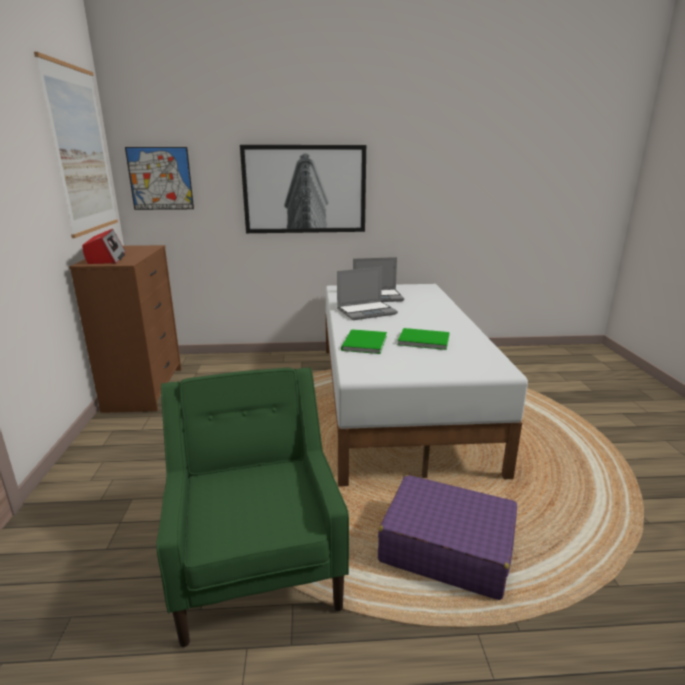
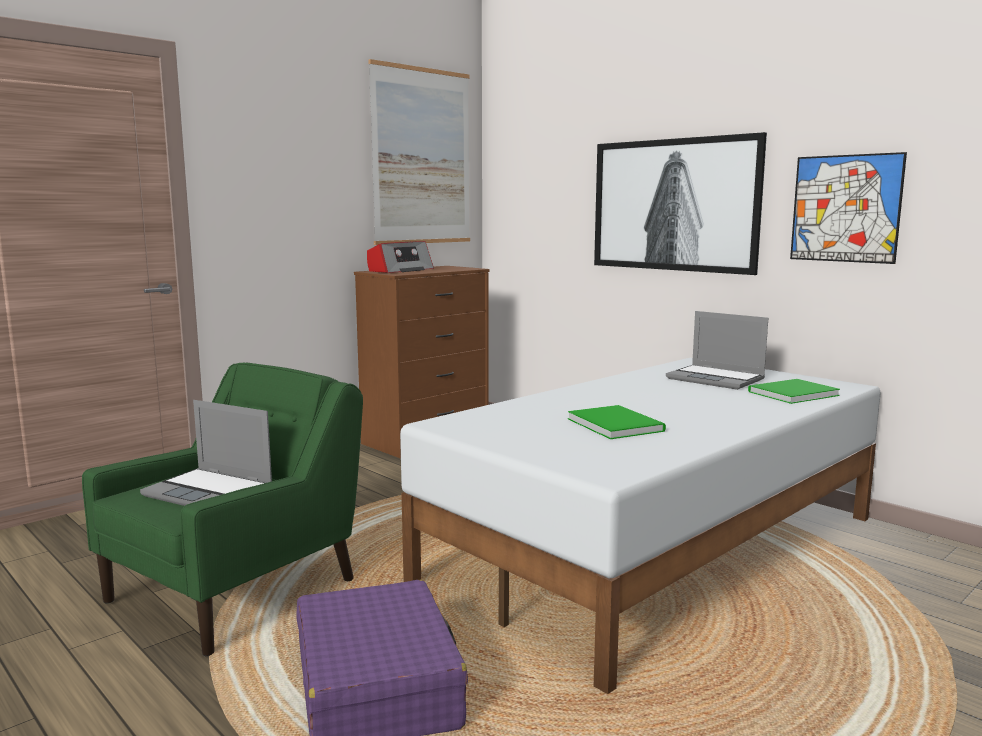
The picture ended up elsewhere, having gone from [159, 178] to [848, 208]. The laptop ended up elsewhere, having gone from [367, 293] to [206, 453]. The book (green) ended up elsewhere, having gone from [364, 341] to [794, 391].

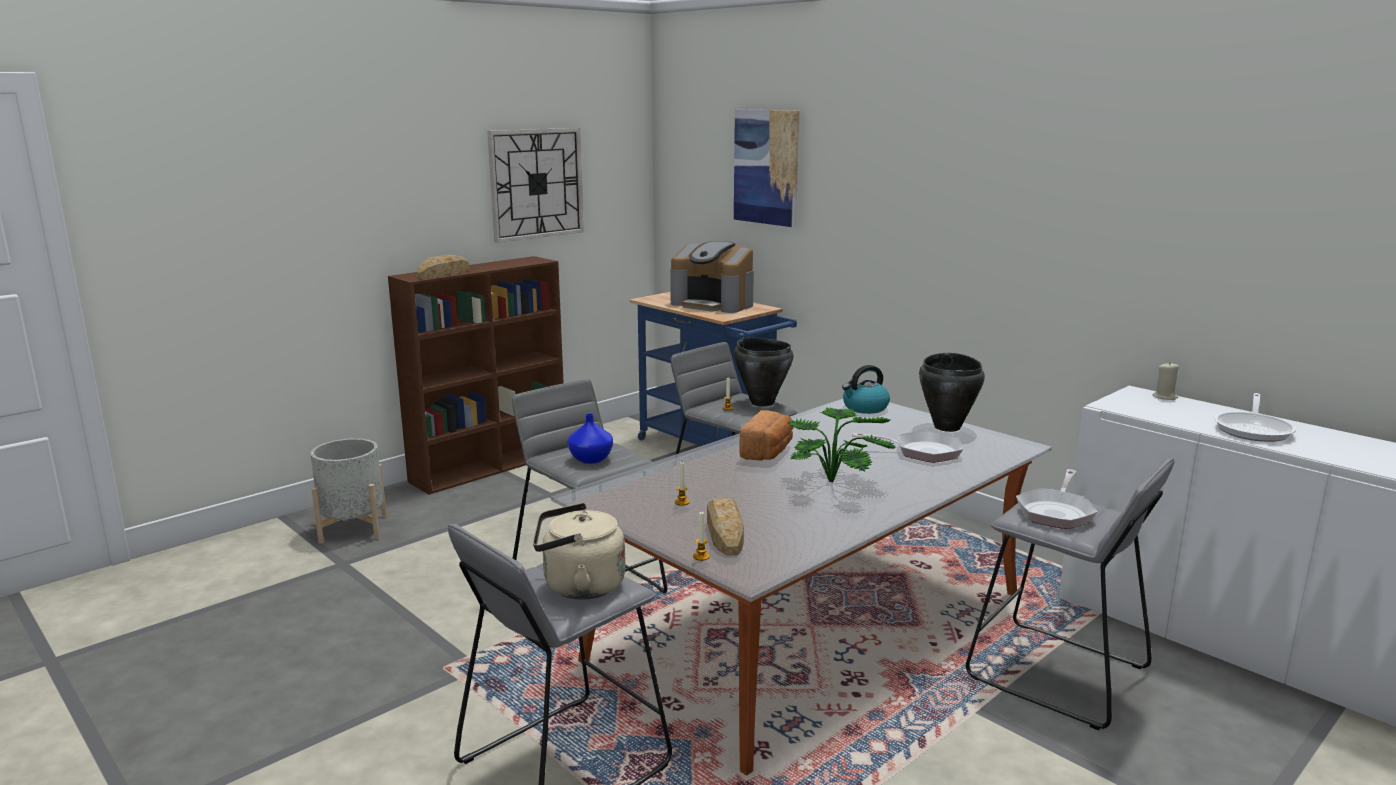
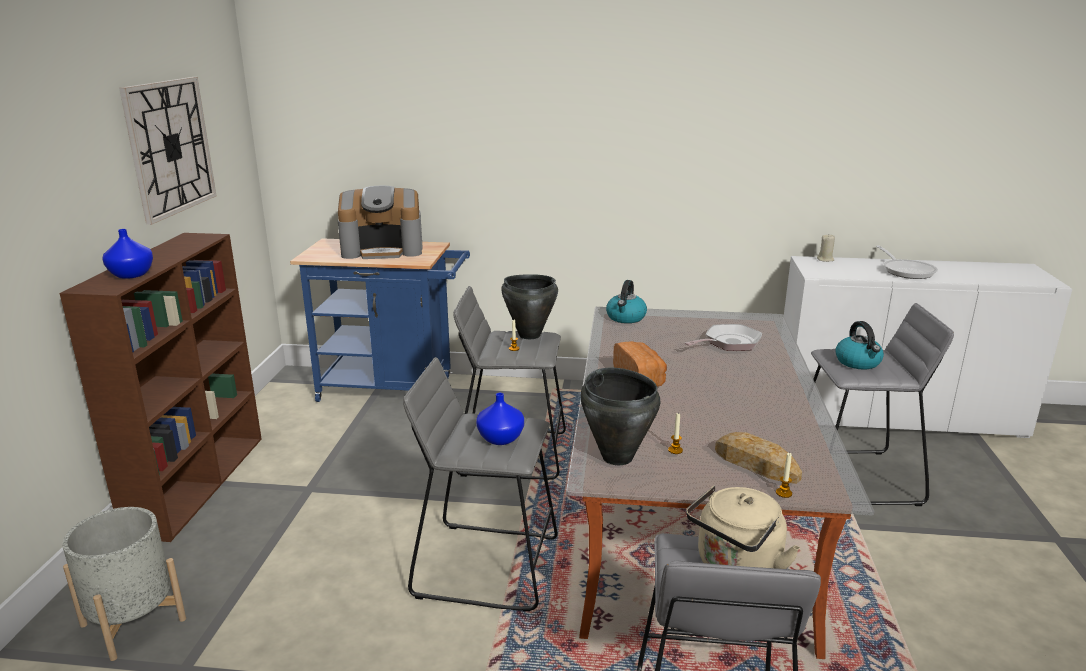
The second view lost the picture at [767, 168]. The second view lost the potted plant at [842, 445]. The cooking pot (black) ended up elsewhere, having gone from [952, 392] to [620, 416]. Where the bread stood at [442, 266], the vase (blue) came to stand at [127, 254]. Where the frying pan stood at [1056, 499], the kettle came to stand at [859, 345].

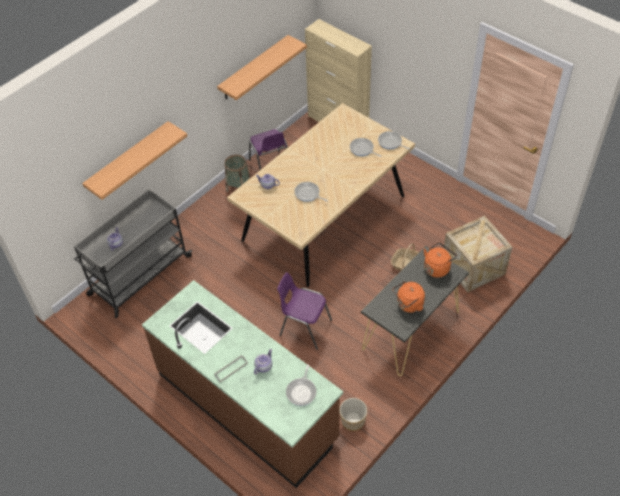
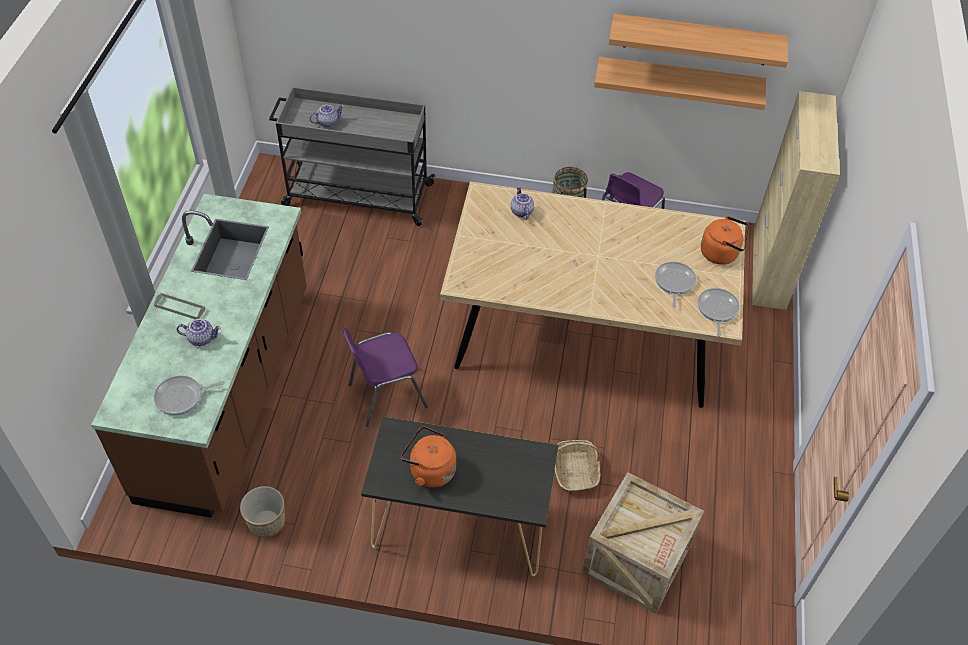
The second view lost the frying pan at [311, 192]. The shelf ended up elsewhere, having gone from [134, 160] to [698, 40]. The kettle (orange) ended up elsewhere, having gone from [440, 260] to [725, 240]. The chair (purple) at [304, 311] ended up facing another way, 105 degrees counterclockwise from before.

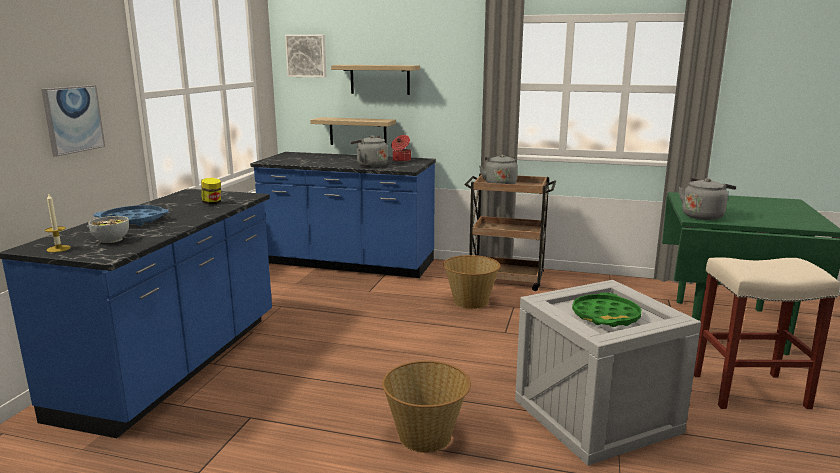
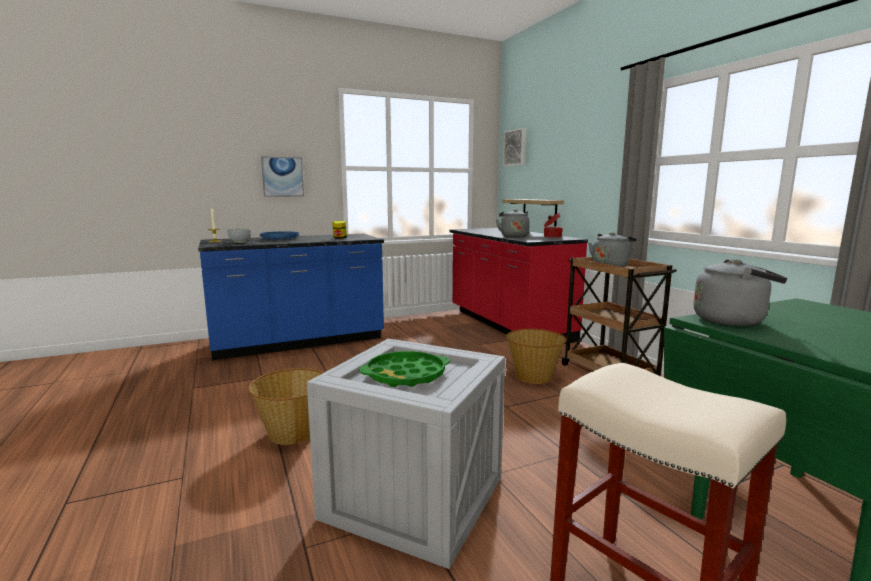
The second view lost the shelf at [375, 80]. What was the counter (blue) at [343, 215] turned into the counter (red) at [518, 286].

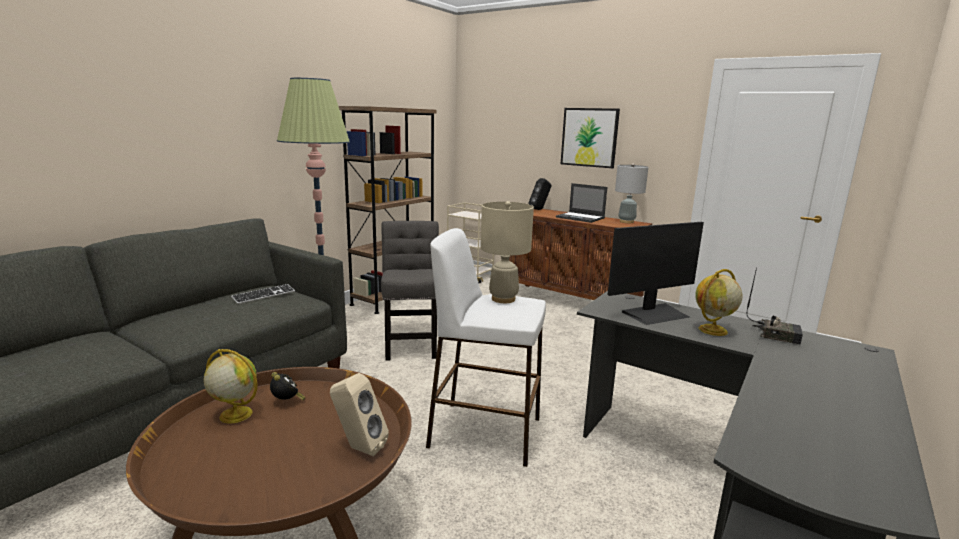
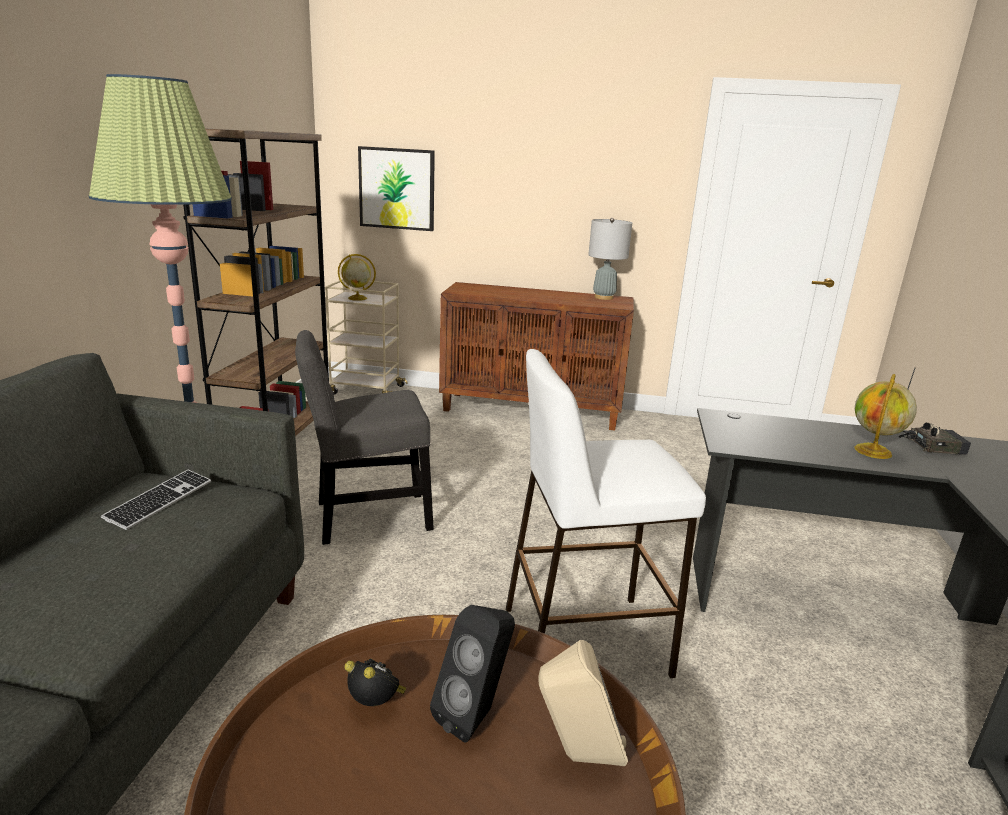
The second view lost the table lamp (beige) at [507, 252]. The second view lost the laptop at [581, 203]. The second view lost the monitor at [656, 273]. The globe ended up elsewhere, having gone from [230, 386] to [357, 277]. The speaker (black) ended up elsewhere, having gone from [539, 194] to [472, 674]. The picture ended up elsewhere, having gone from [590, 138] to [396, 188]. The chair (grey) at [410, 290] ended up facing another way, 75 degrees counterclockwise from before.

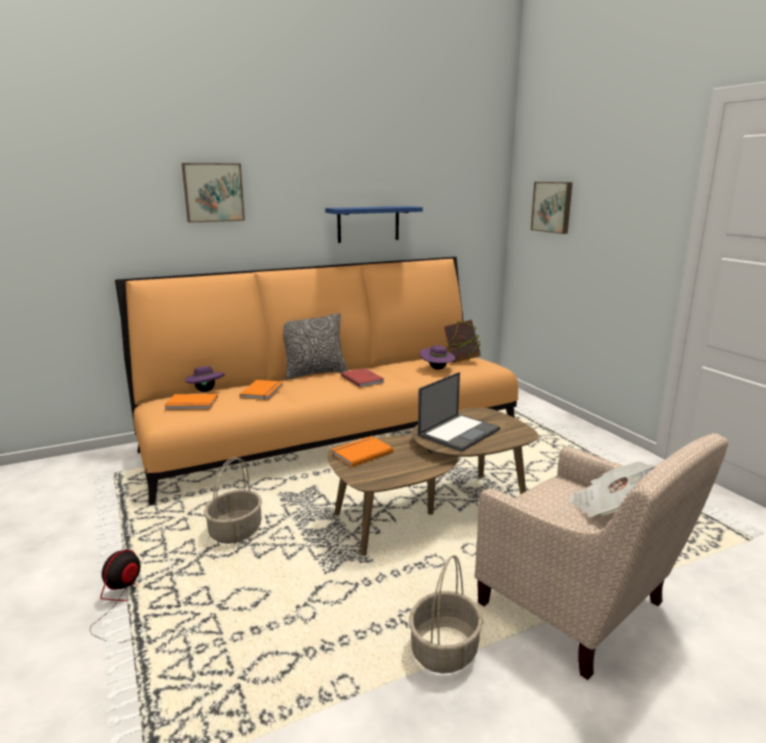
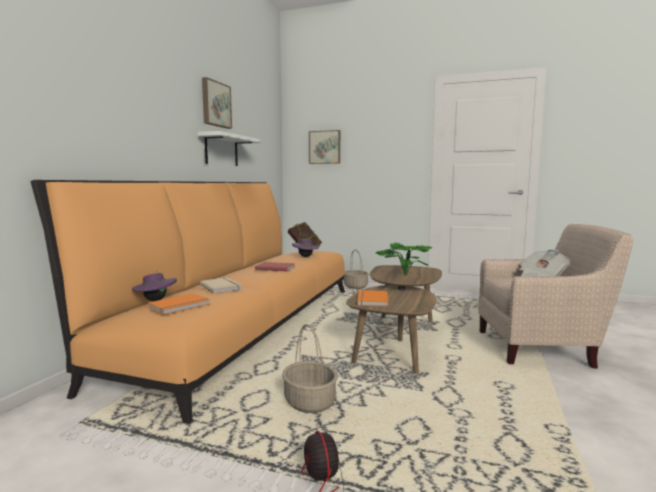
The second view lost the pillow at [315, 346]. The picture ended up elsewhere, having gone from [213, 193] to [217, 103]. The basket ended up elsewhere, having gone from [446, 614] to [356, 269]. Where the laptop stood at [459, 412], the potted plant came to stand at [404, 258]. What was the book (orange) at [261, 390] turned into the book (beige) at [221, 285]. What was the shelf (blue) at [374, 224] turned into the shelf (white) at [229, 148].

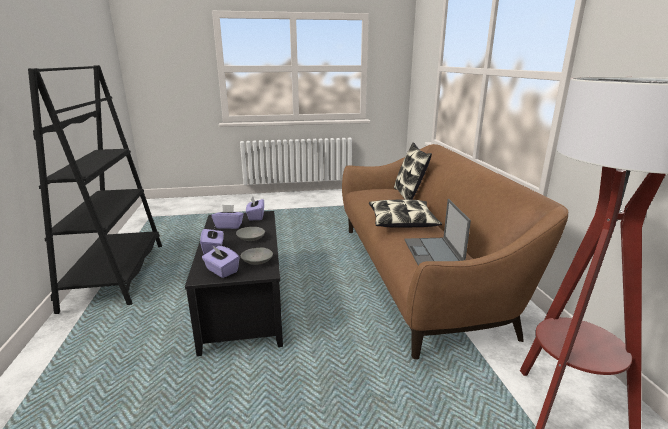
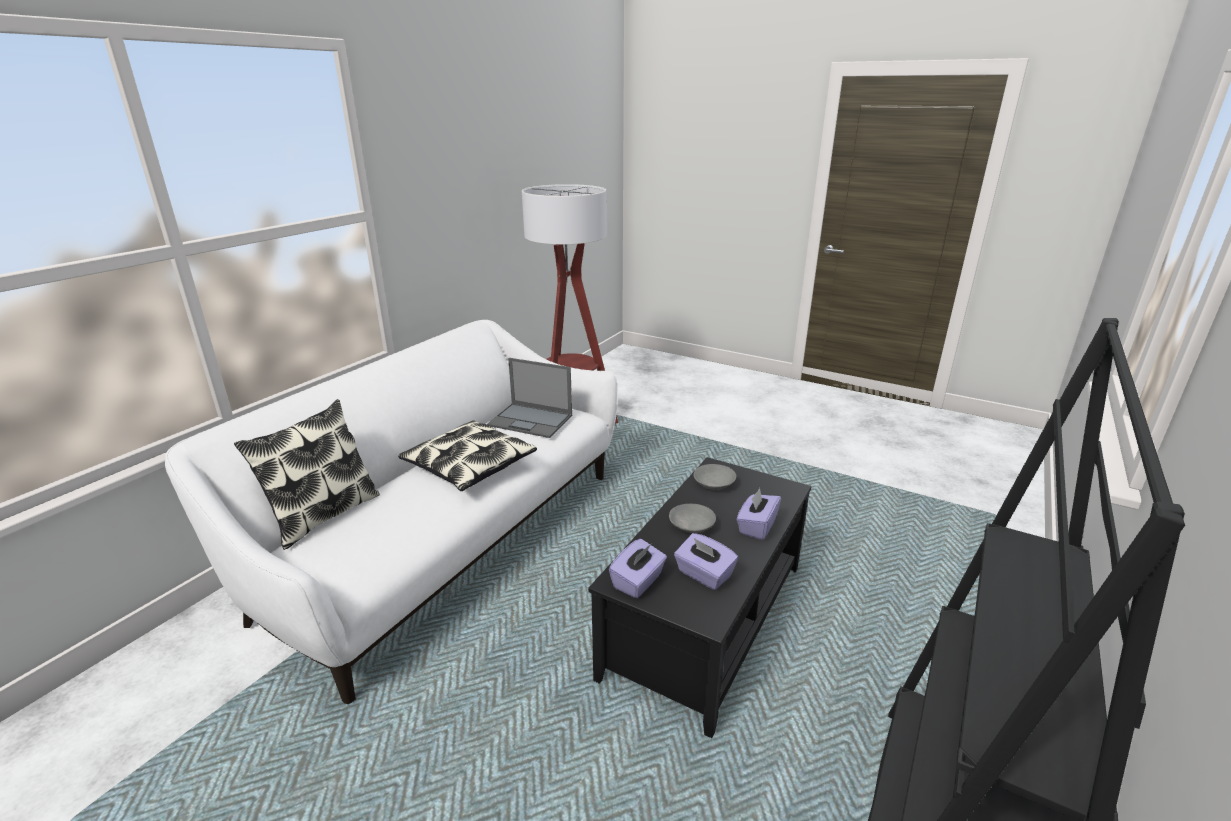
The second view lost the tissue box (purple) at [221, 261]. What was the sofa (brown) at [455, 251] turned into the sofa (white) at [391, 512]. The laptop at [437, 232] ended up facing another way, 75 degrees clockwise from before.

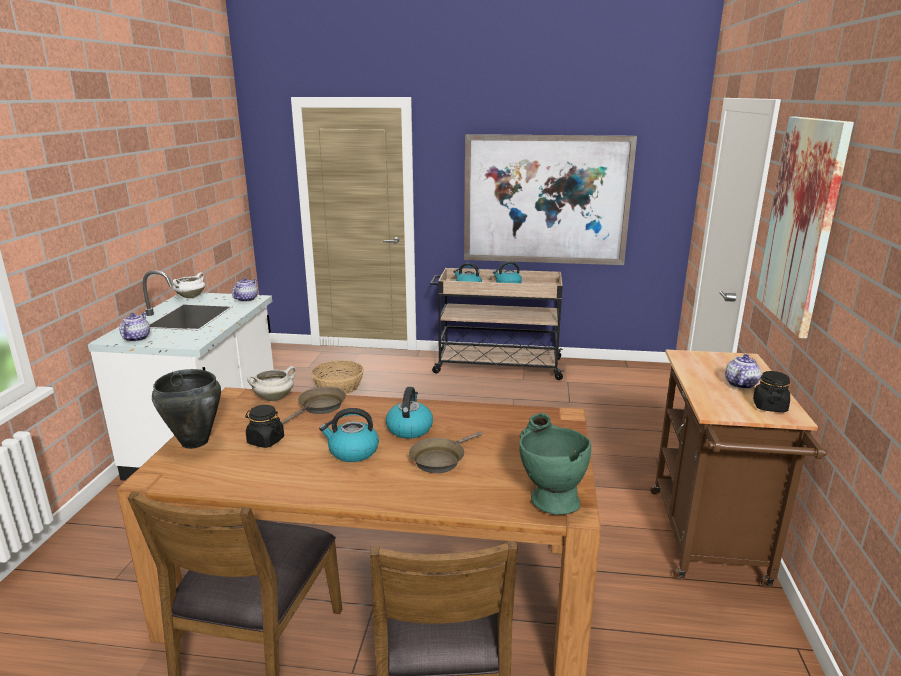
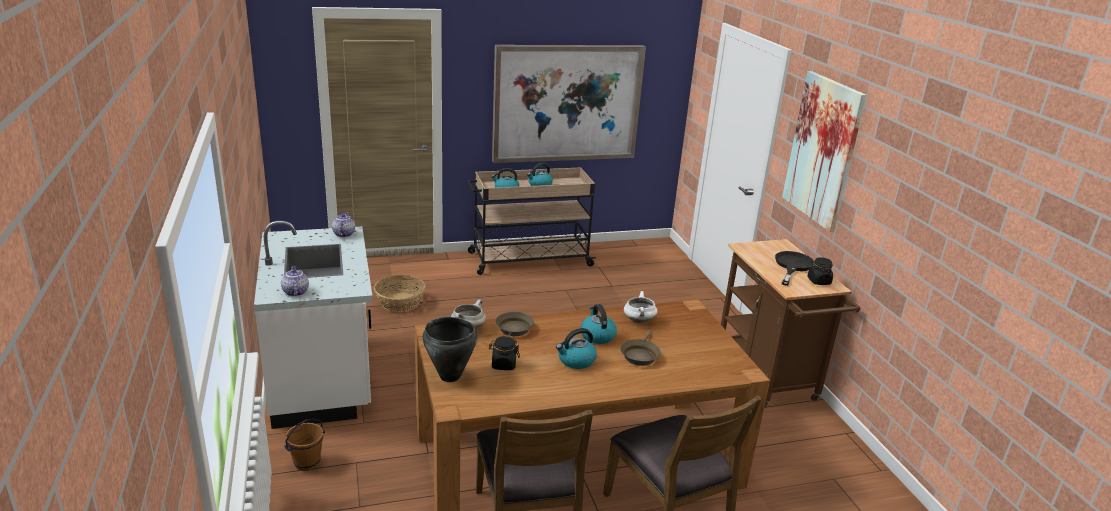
The second view lost the vase (green) at [555, 464]. The second view gained the bucket (brown) at [304, 445]. The cooking pot (white) ended up elsewhere, having gone from [189, 285] to [640, 307]. Where the teapot stood at [743, 371], the frying pan (black) came to stand at [794, 268].

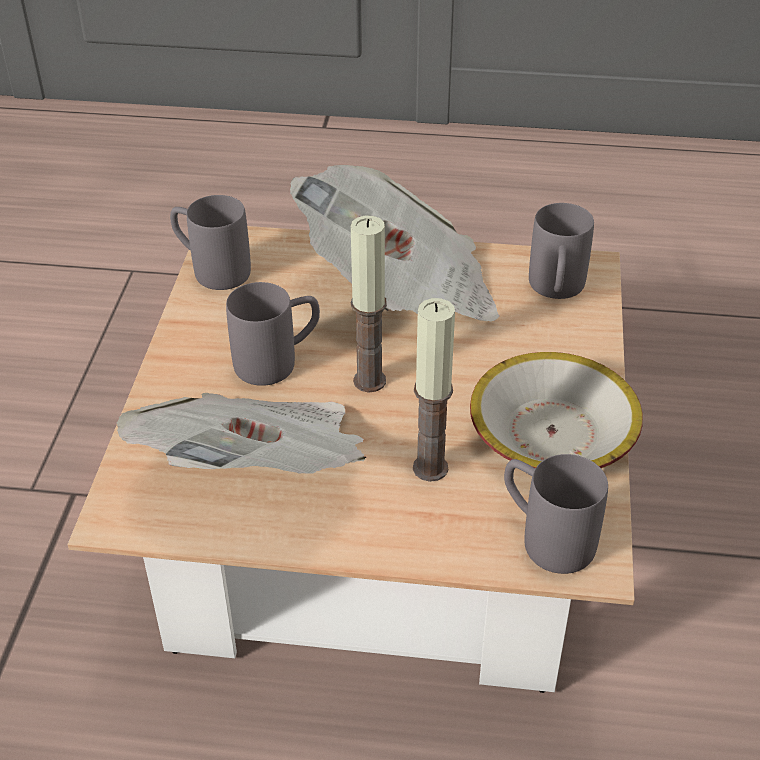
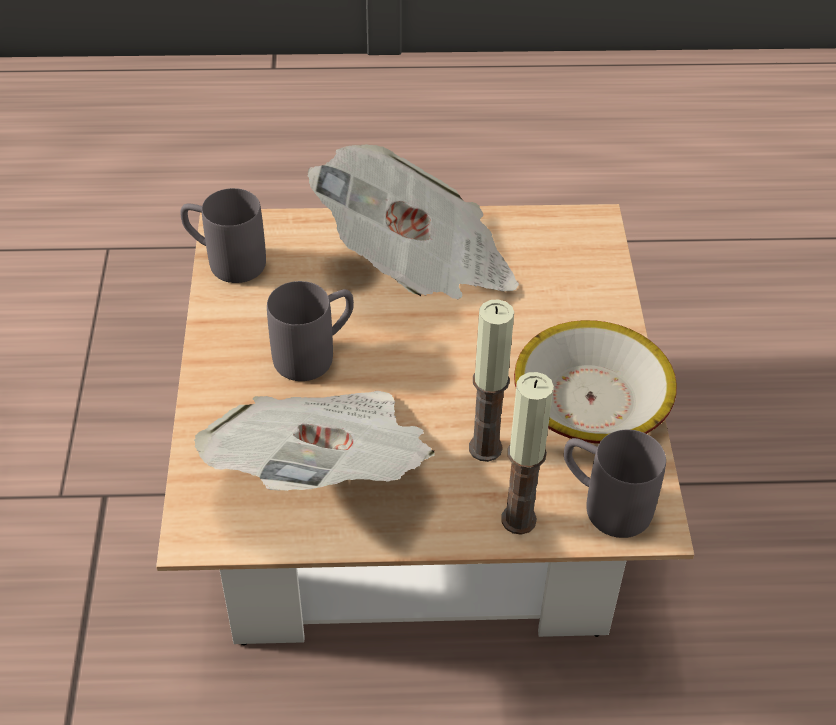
The second view lost the mug (grey) at [561, 251]. The candle ended up elsewhere, having gone from [369, 304] to [527, 453].

